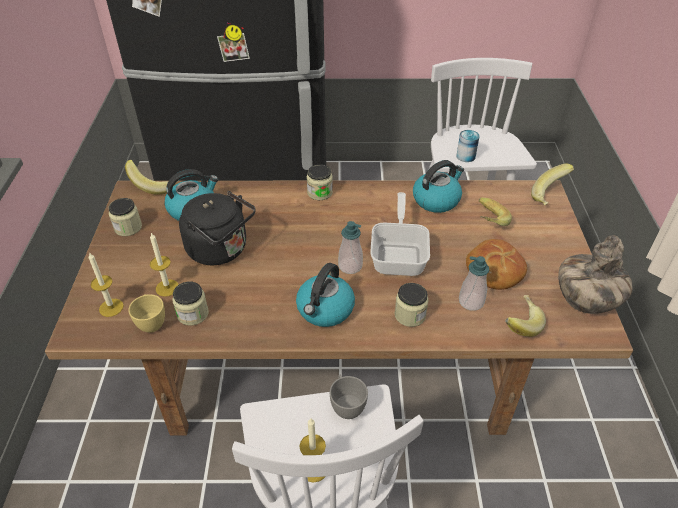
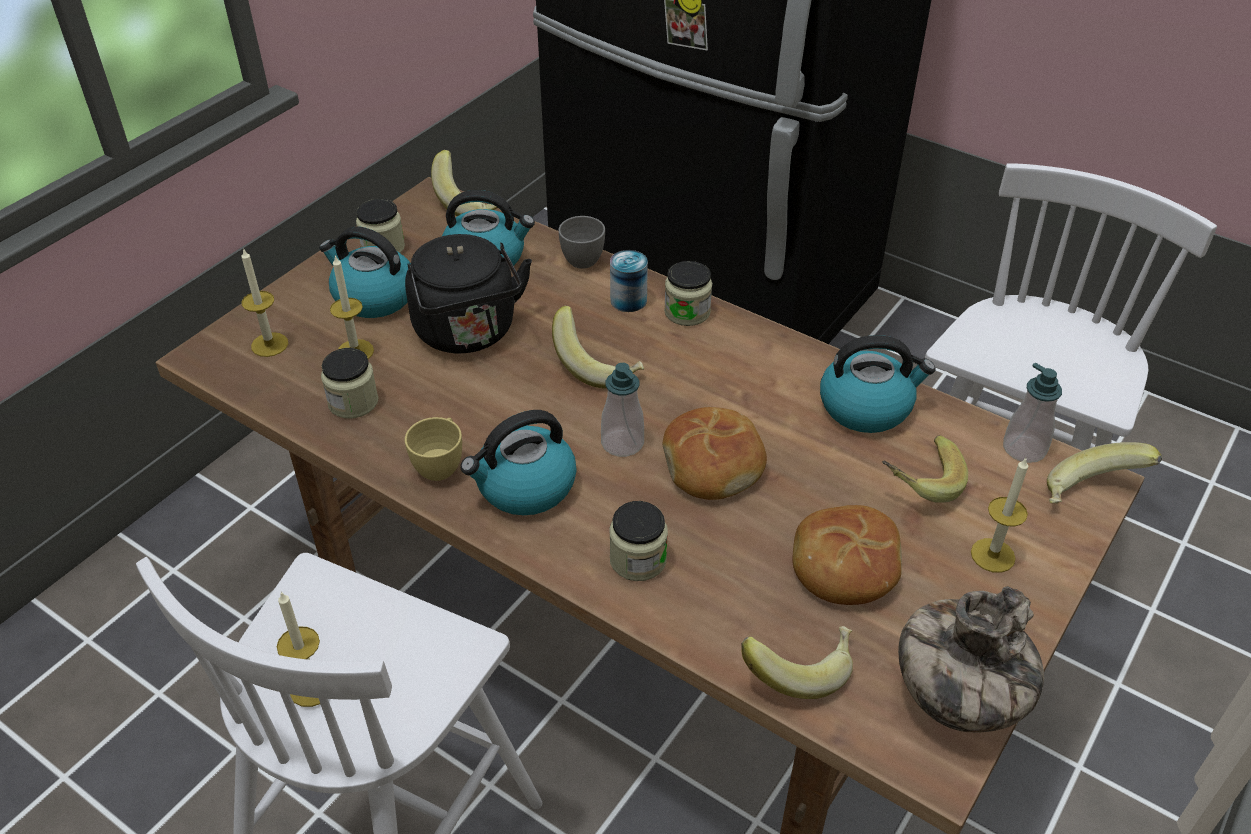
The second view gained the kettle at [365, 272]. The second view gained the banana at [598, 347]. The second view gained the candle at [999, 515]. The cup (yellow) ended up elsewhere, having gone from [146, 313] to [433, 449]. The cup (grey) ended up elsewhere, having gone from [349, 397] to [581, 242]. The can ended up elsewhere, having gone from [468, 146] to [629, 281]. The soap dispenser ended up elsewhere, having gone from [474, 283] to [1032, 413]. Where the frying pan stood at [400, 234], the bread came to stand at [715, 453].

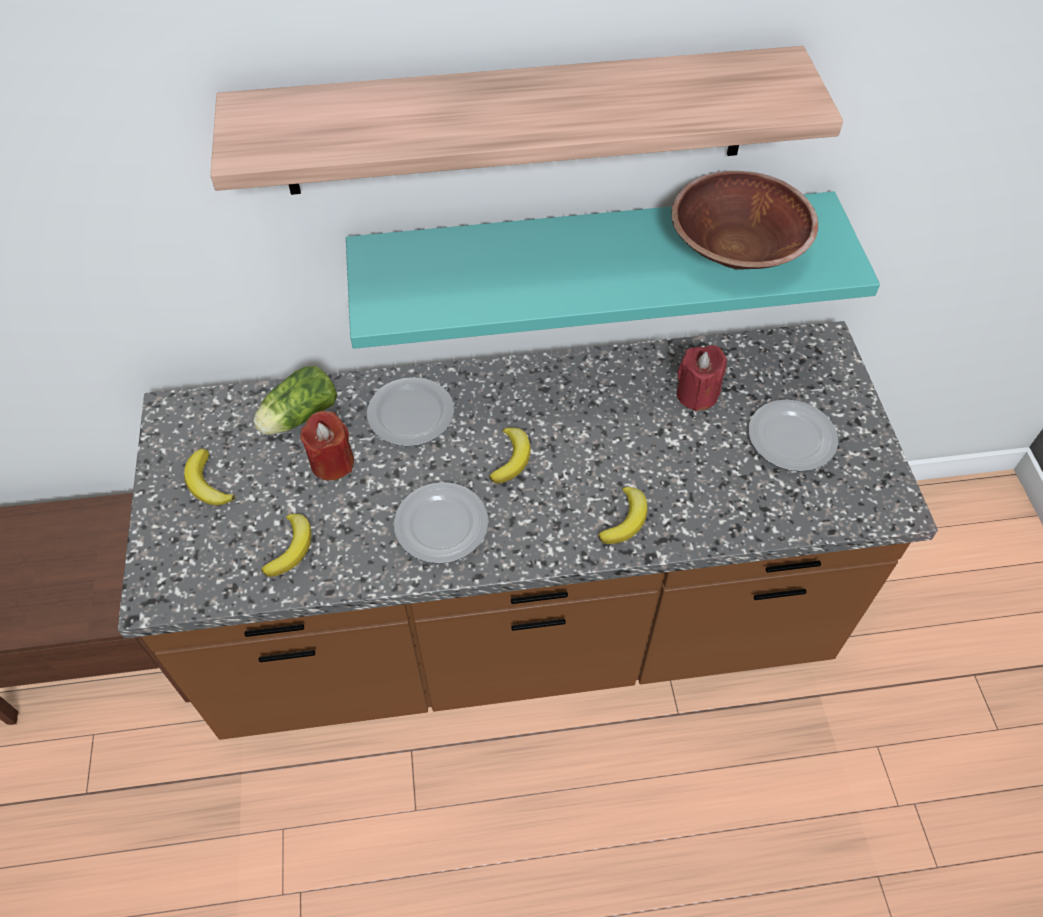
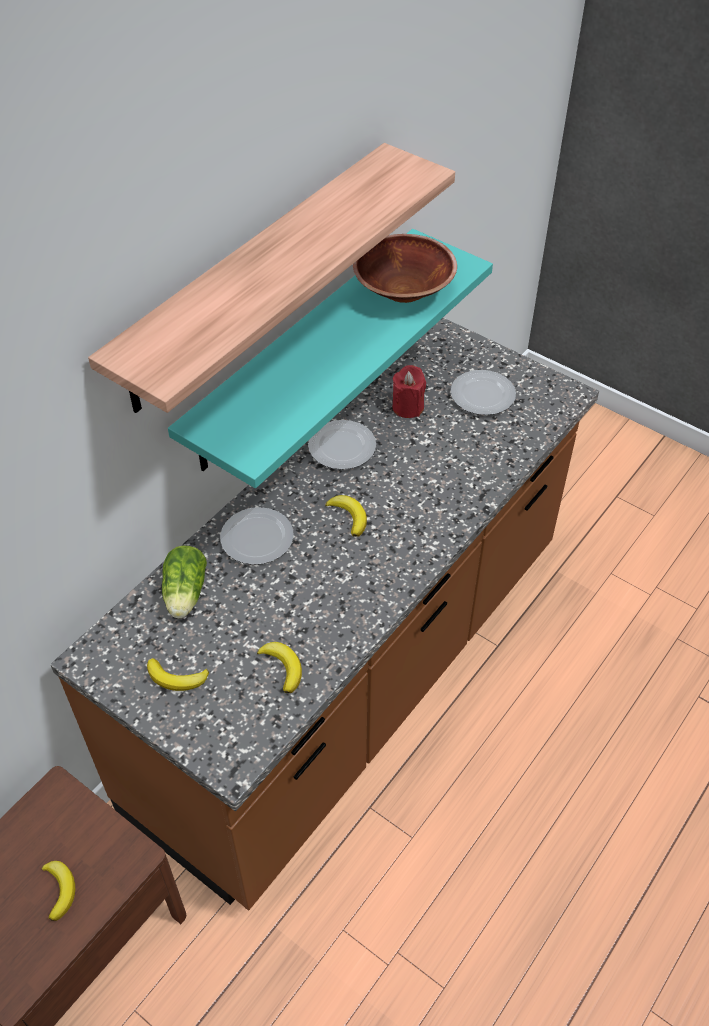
The second view lost the candle (red) at [327, 446]. The plate ended up elsewhere, having gone from [441, 523] to [342, 445]. The banana ended up elsewhere, having gone from [622, 515] to [58, 891].

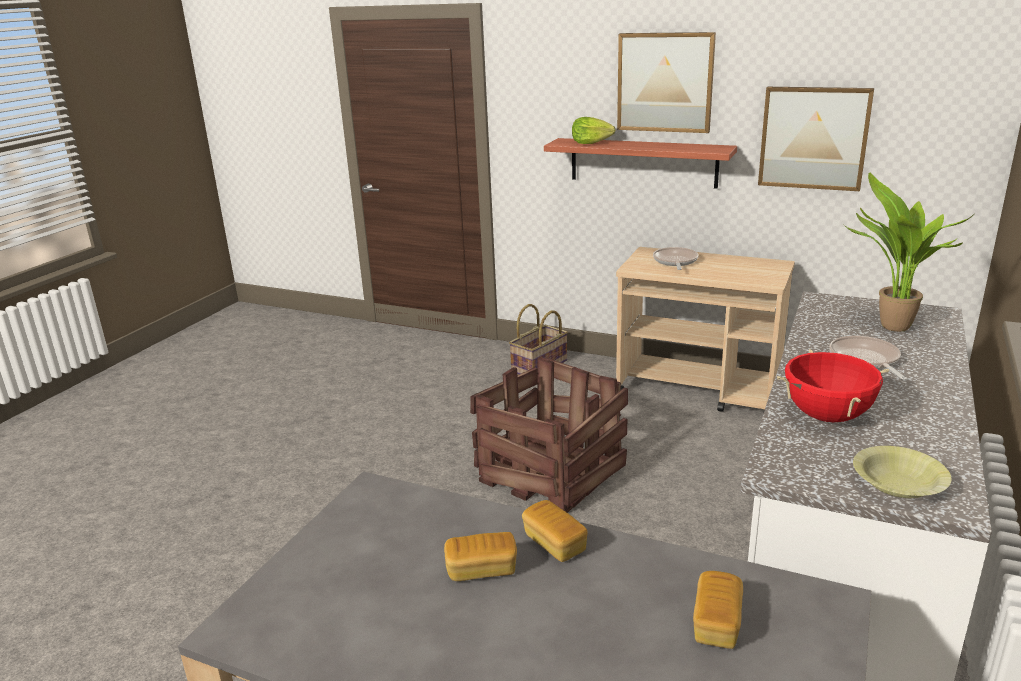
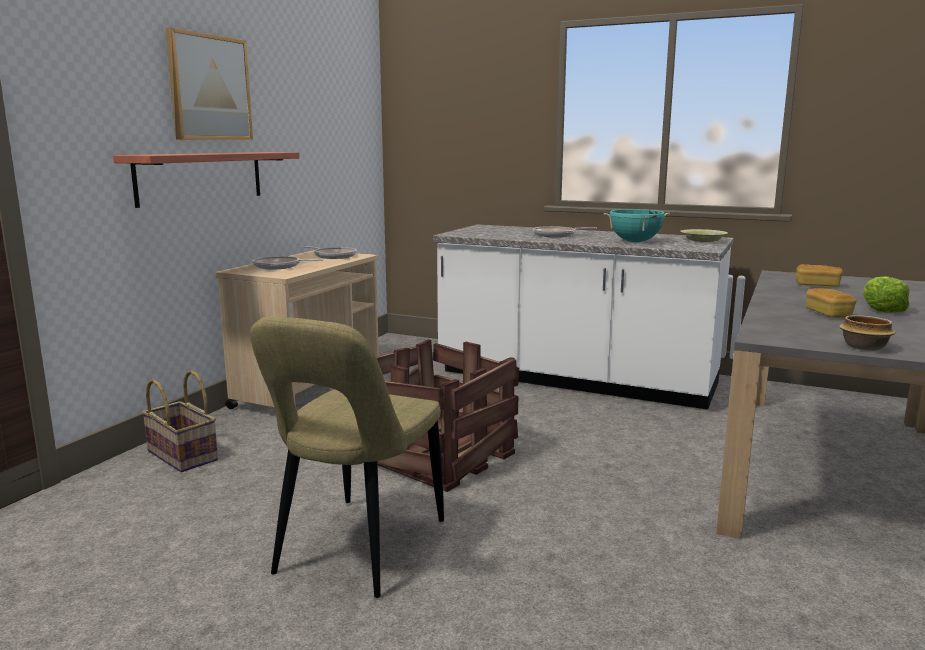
The second view lost the bread at [555, 531]. The second view lost the picture at [816, 139]. The second view lost the potted plant at [909, 252]. The second view gained the chair (beige) at [347, 457]. The second view gained the frying pan at [329, 252]. The second view gained the bowl at [867, 333]. The lettuce ended up elsewhere, having gone from [593, 130] to [886, 294]. What was the cooking pot (red) at [833, 385] turned into the cooking pot (turquoise) at [637, 225].

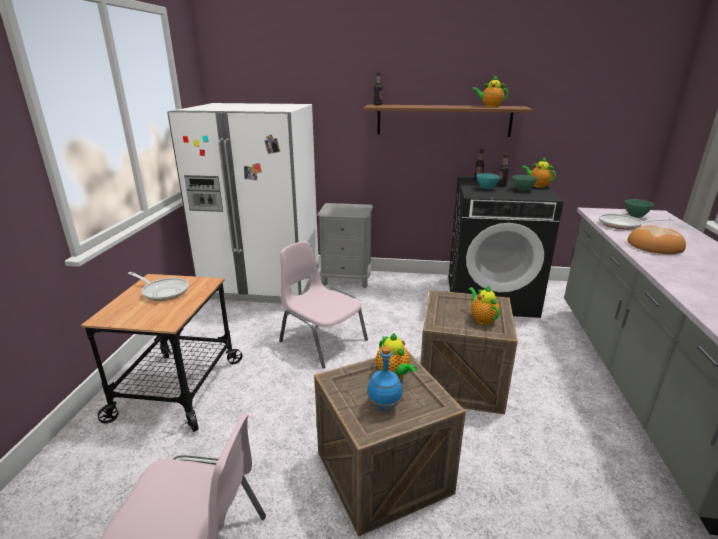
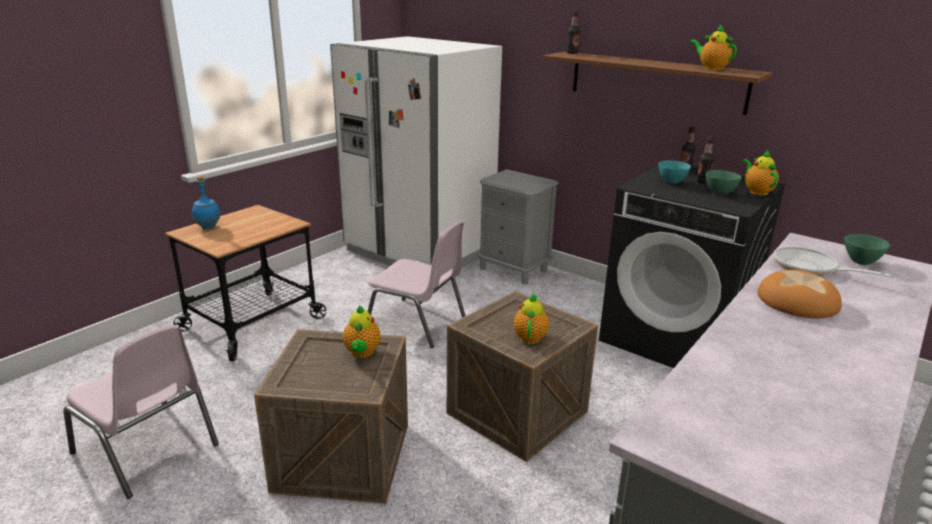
The second view lost the frying pan at [158, 286]. The bottle (blue) ended up elsewhere, having gone from [385, 379] to [206, 202]. The chair (pink) at [323, 304] ended up facing another way, 135 degrees clockwise from before.

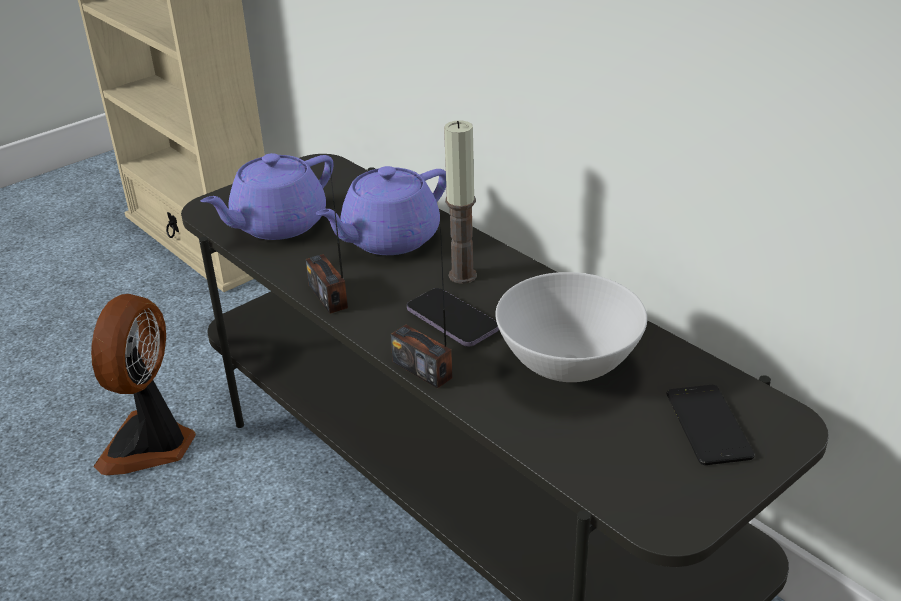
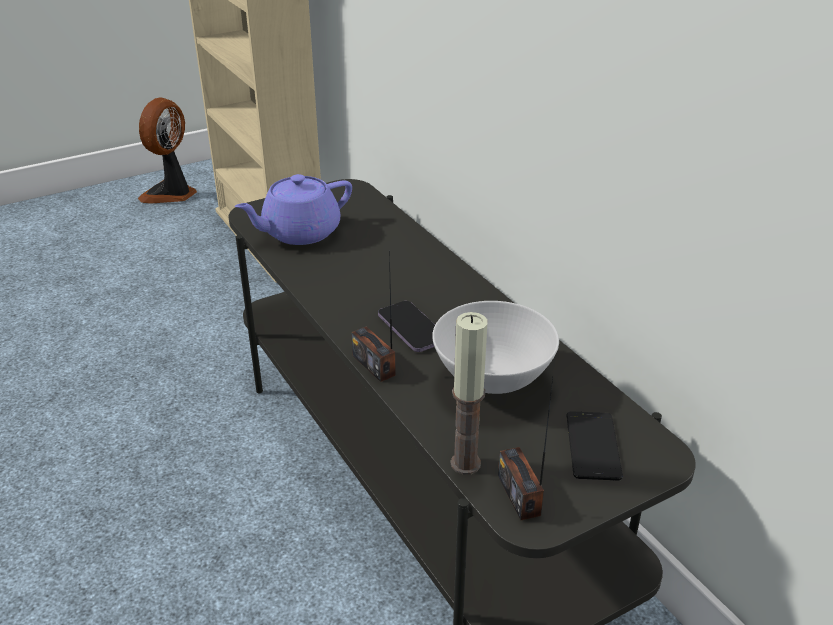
The second view lost the teapot (purple) at [380, 210]. The fan ended up elsewhere, having gone from [143, 384] to [167, 150]. The radio ended up elsewhere, having gone from [326, 241] to [525, 449]. The candle ended up elsewhere, having gone from [460, 202] to [469, 393].

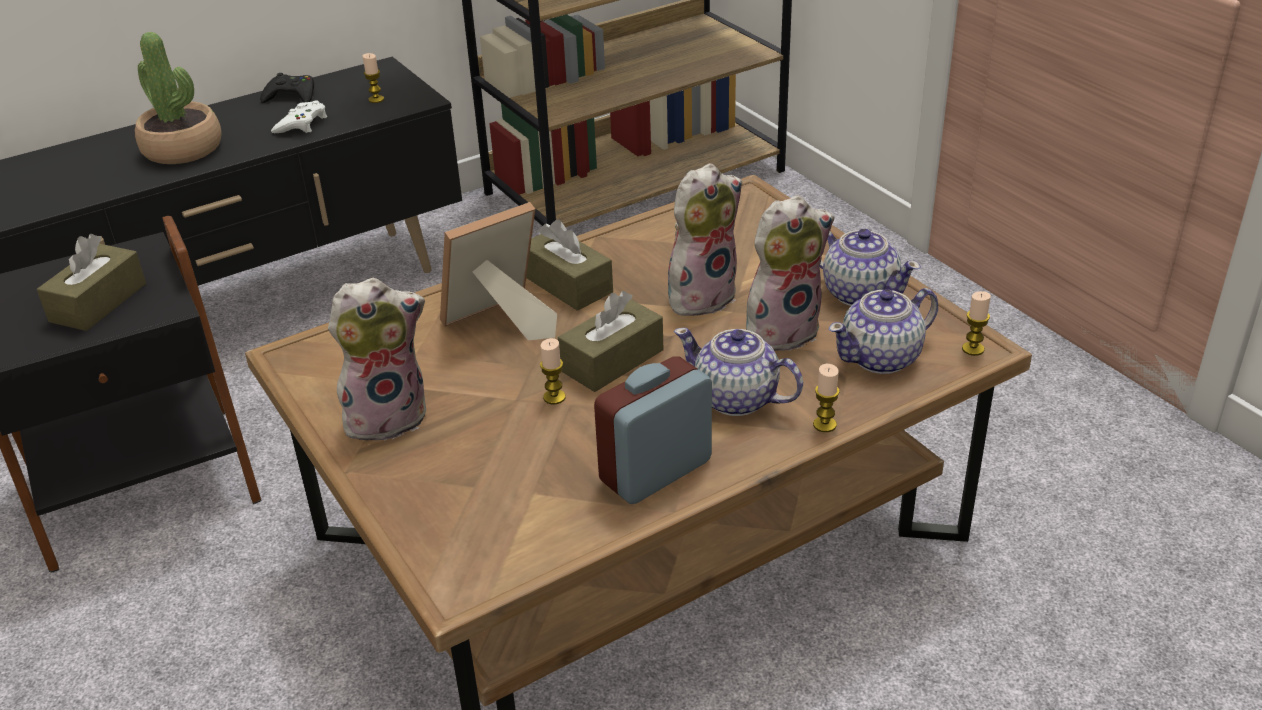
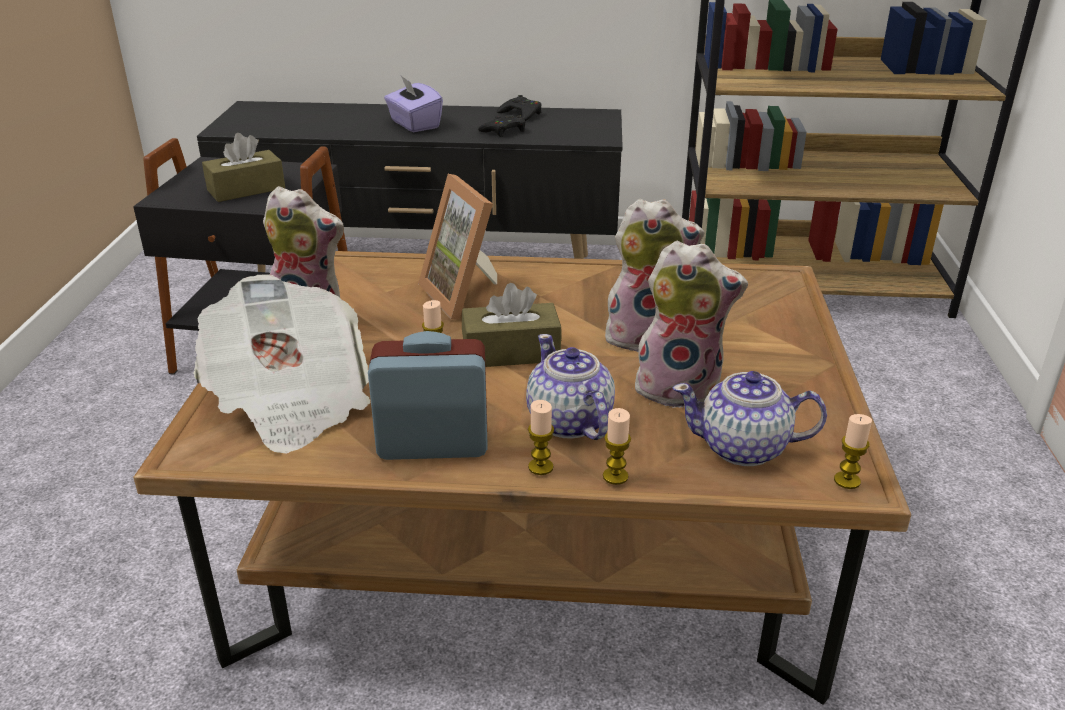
The second view lost the tissue box (brown) at [569, 265]. The second view lost the teapot at [870, 267]. The second view gained the newspaper at [281, 364]. The candle ended up elsewhere, having gone from [373, 78] to [541, 437]. Where the potted plant stood at [178, 98], the tissue box (purple) came to stand at [413, 104]. What was the game controller (white) at [299, 116] turned into the game controller (black) at [502, 126]. The picture frame at [498, 271] ended up facing another way, 120 degrees counterclockwise from before.

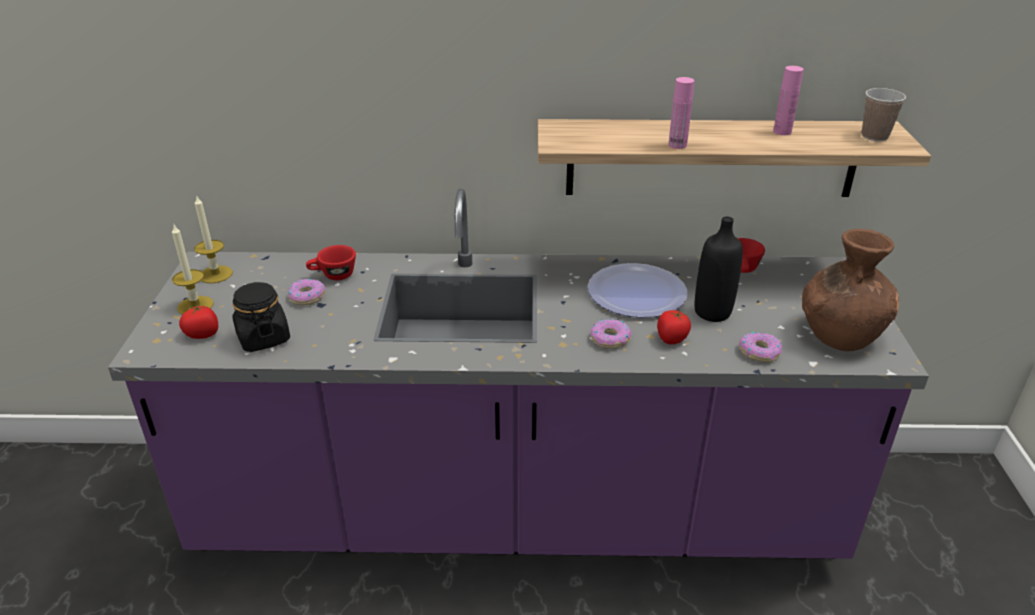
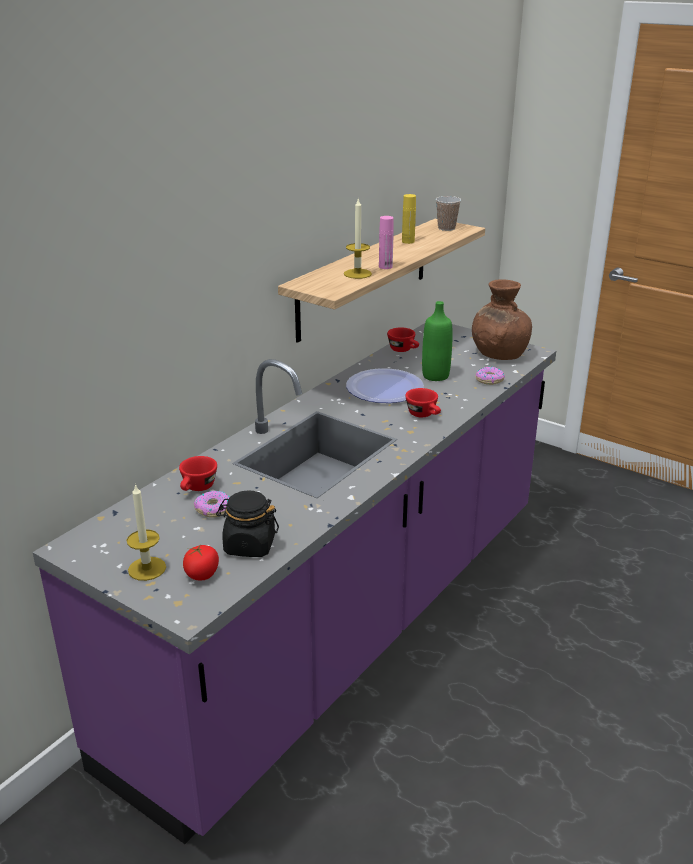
The second view lost the tomato at [674, 327]. The candle ended up elsewhere, having gone from [213, 239] to [358, 239]. Where the donut stood at [611, 334], the cup (red) came to stand at [423, 402]. What was the bottle (black) at [719, 269] turned into the bottle (green) at [437, 341]. What was the bottle (pink) at [788, 100] turned into the bottle (yellow) at [409, 219].

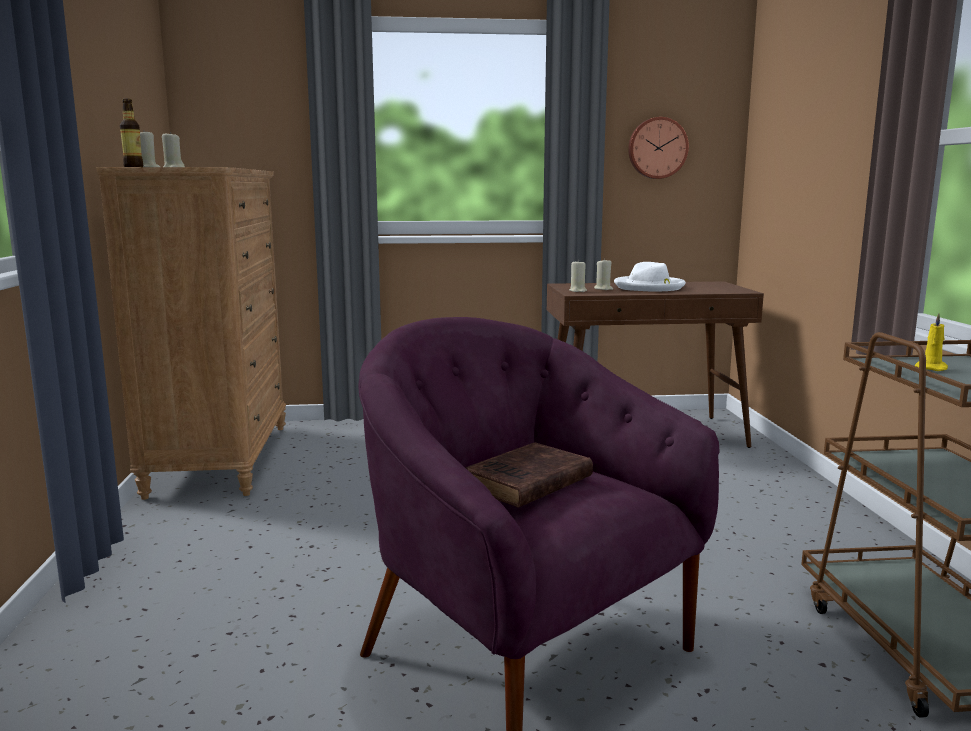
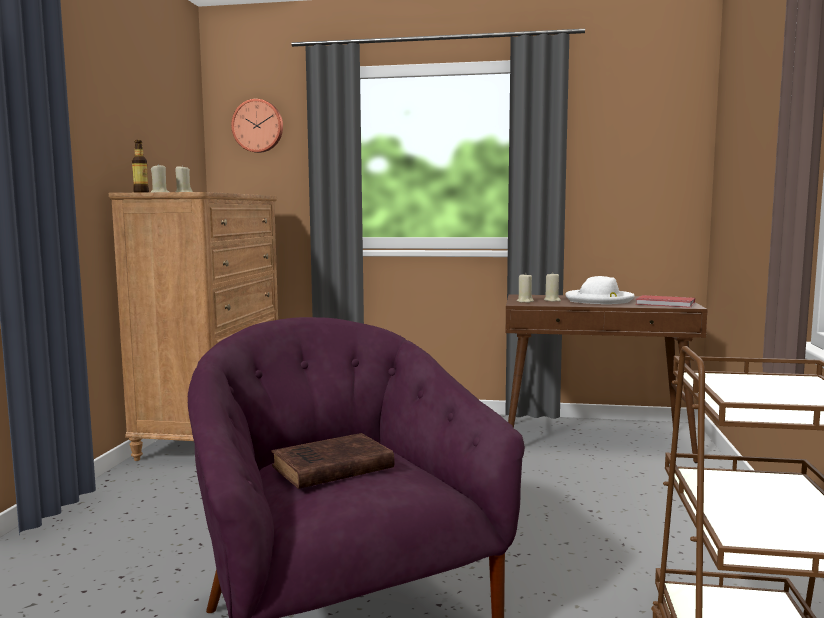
The second view lost the candle (yellow) at [931, 342]. The second view gained the book (red) at [665, 301]. The wall clock ended up elsewhere, having gone from [658, 148] to [257, 126].

